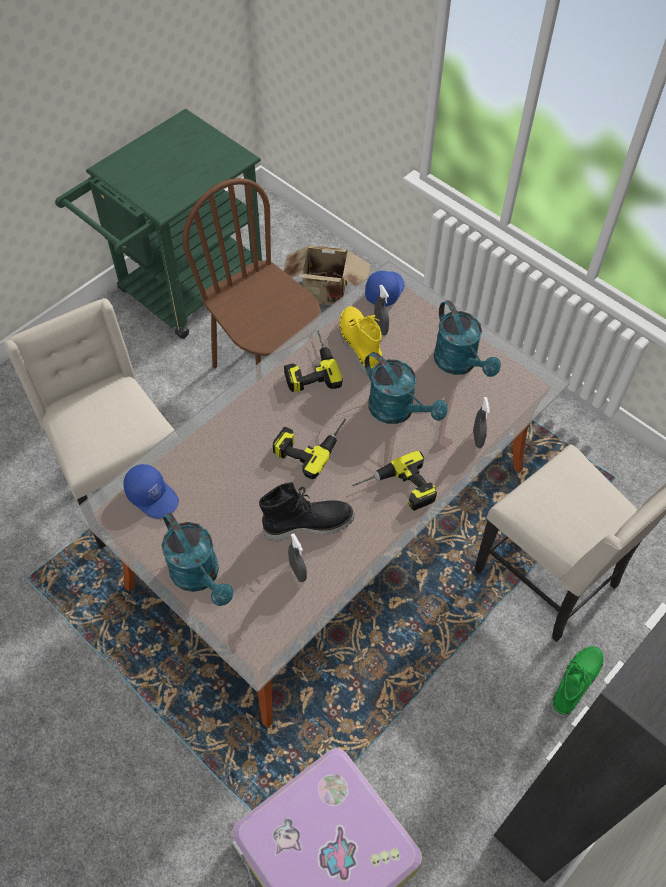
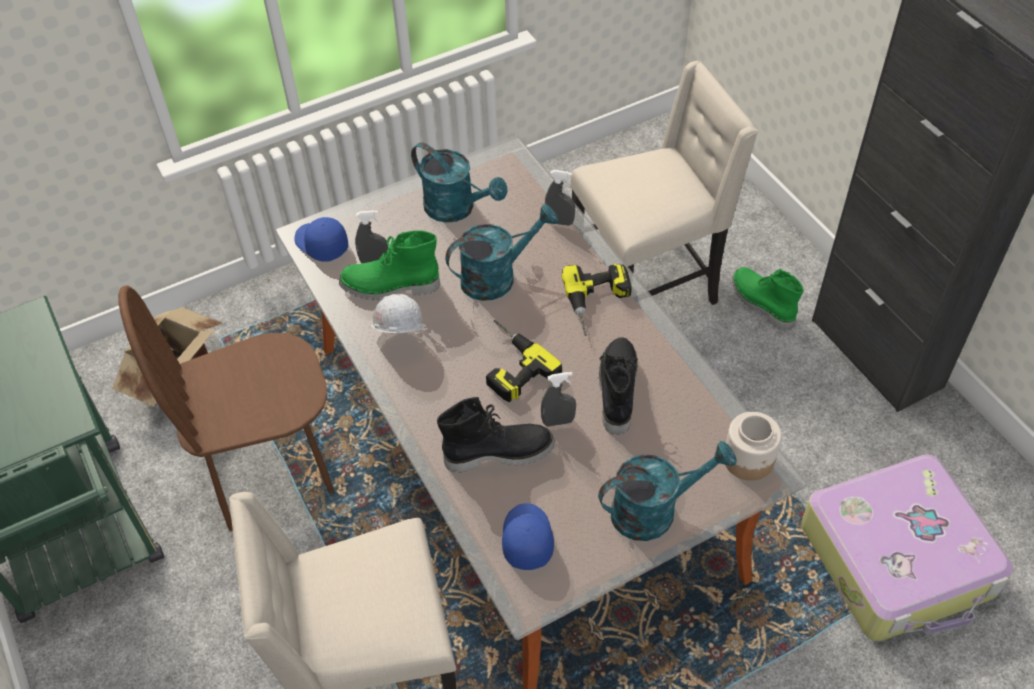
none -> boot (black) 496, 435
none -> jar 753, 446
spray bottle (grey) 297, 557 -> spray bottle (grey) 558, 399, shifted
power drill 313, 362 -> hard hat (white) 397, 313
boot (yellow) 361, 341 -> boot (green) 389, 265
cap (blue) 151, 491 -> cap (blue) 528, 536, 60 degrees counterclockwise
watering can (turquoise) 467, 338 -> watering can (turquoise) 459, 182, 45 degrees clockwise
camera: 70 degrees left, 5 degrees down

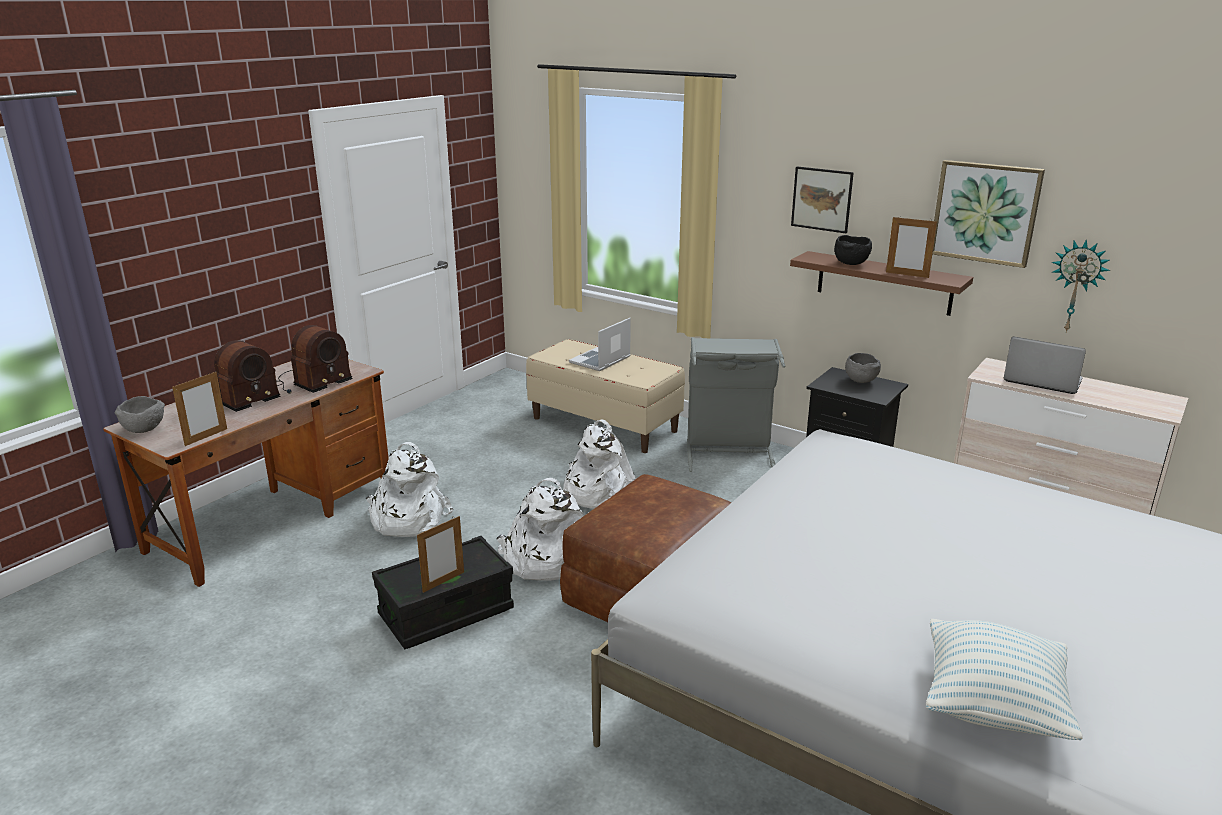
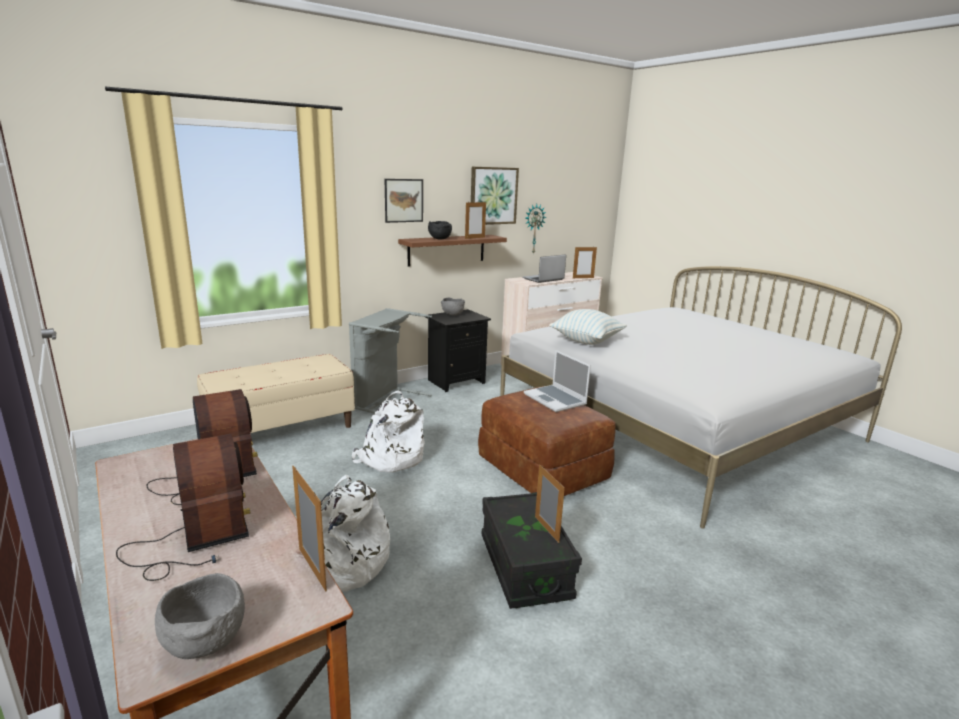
backpack (white) 540, 529 -> none
none -> picture frame 585, 262
laptop 600, 344 -> laptop 557, 381, shifted
pillow 1004, 679 -> pillow 588, 327, shifted
camera: 70 degrees left, 5 degrees down

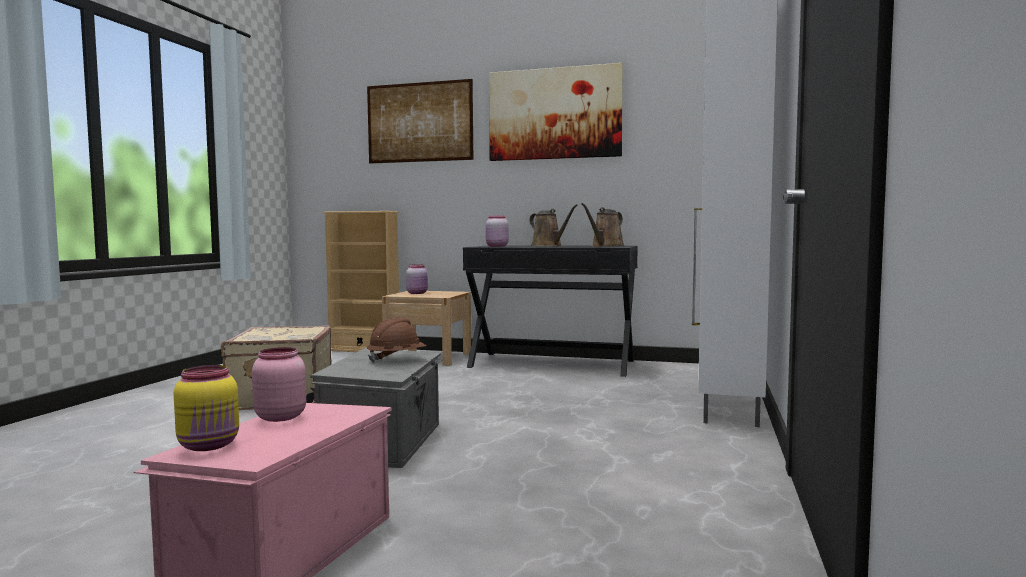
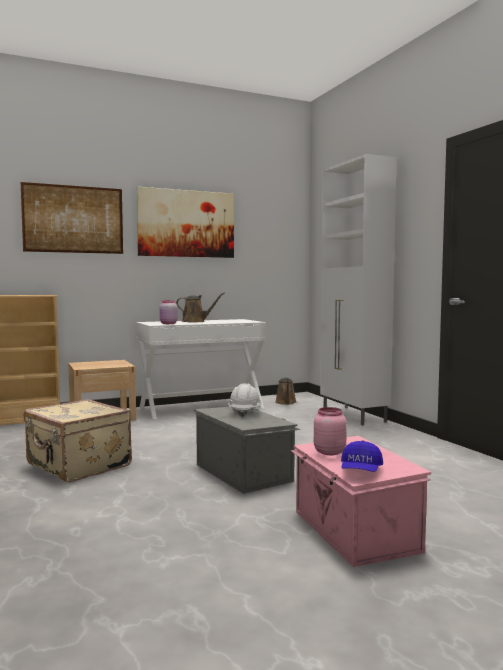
jar (pink) 417, 279 -> none
watering can (brown) 603, 225 -> watering can (brown) 286, 391, shifted
jar (yellow) 206, 408 -> cap (blue) 362, 456
hard hat (brown) 397, 340 -> hard hat (white) 244, 400
desk (black) 550, 311 -> desk (white) 201, 369
camera: 40 degrees left, 0 degrees up

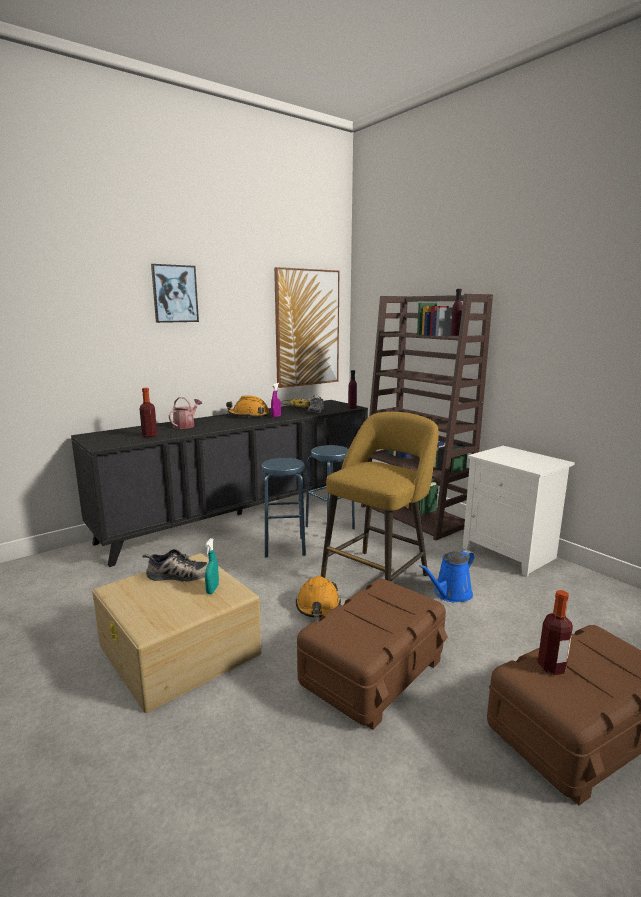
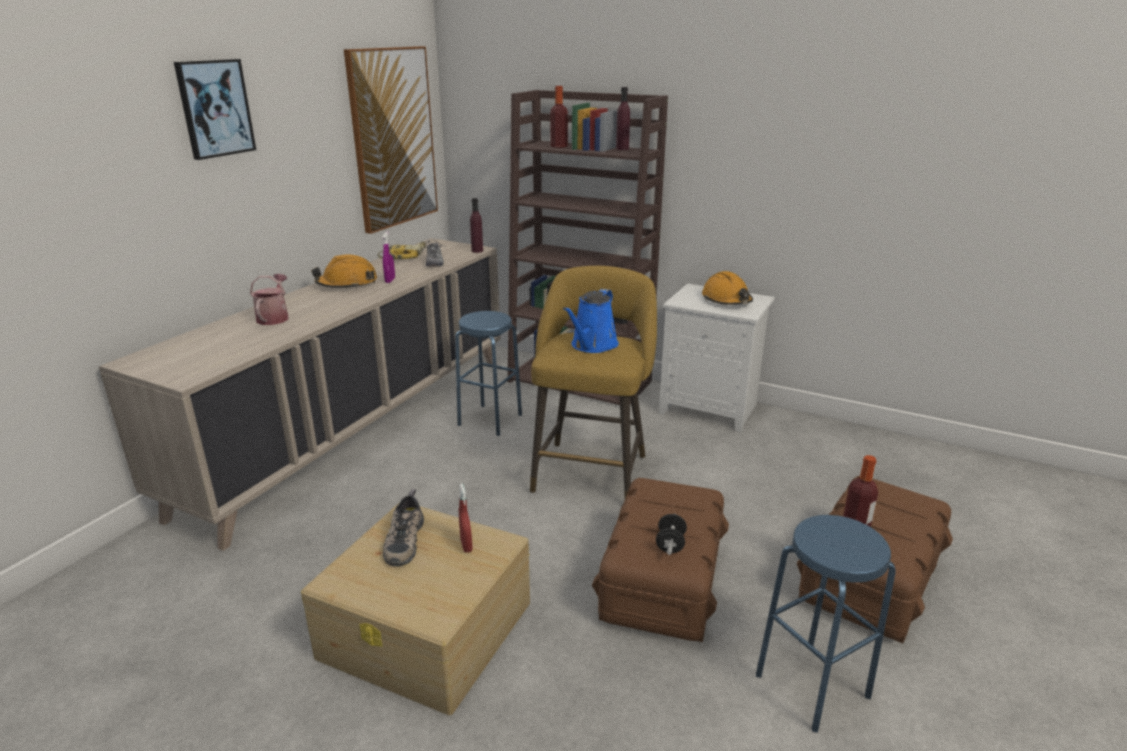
none -> dumbbell (black) 671, 534
bottle 148, 412 -> bottle 559, 117, shifted
stool (blue) 284, 508 -> stool (blue) 826, 624, shifted
hard hat (orange) 318, 597 -> hard hat (orange) 727, 288, shifted
watering can (blue) 447, 576 -> watering can (blue) 591, 321, shifted
cabinet (black) 219, 483 -> cabinet (beige) 300, 394
spray bottle (turquoise) 212, 566 -> spray bottle (red) 466, 518
shoe 175, 565 -> shoe 403, 527, 120 degrees clockwise
camera: 25 degrees left, 10 degrees up

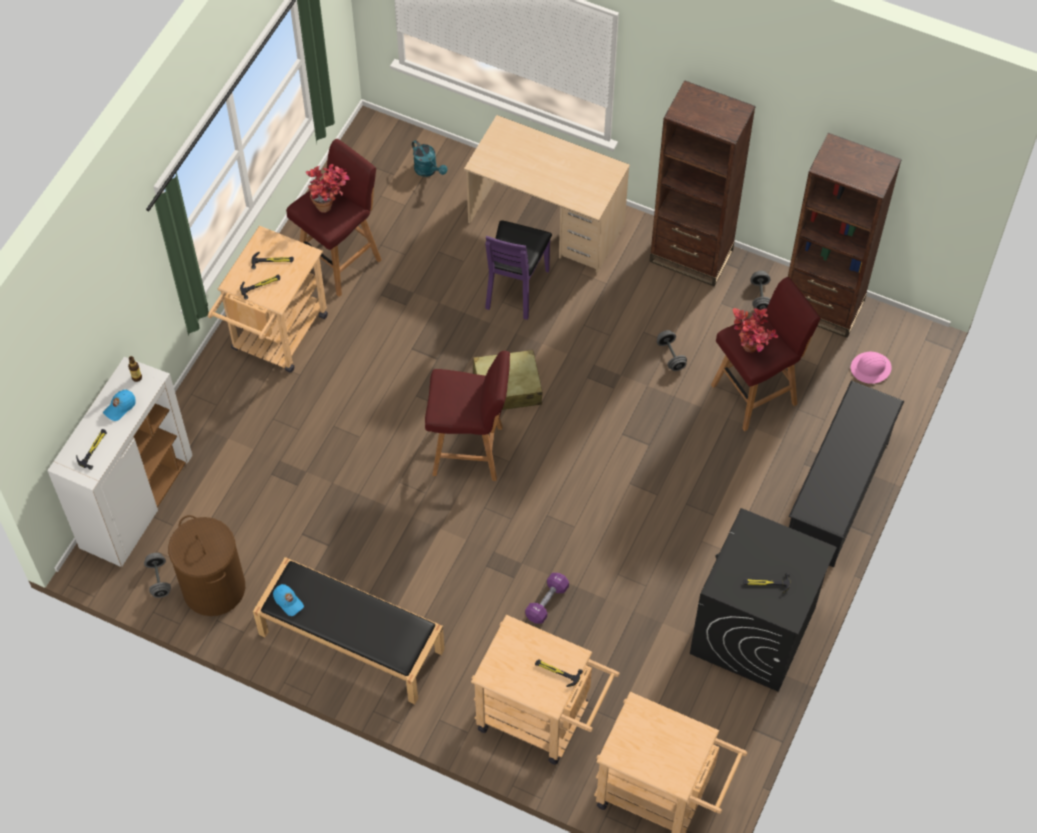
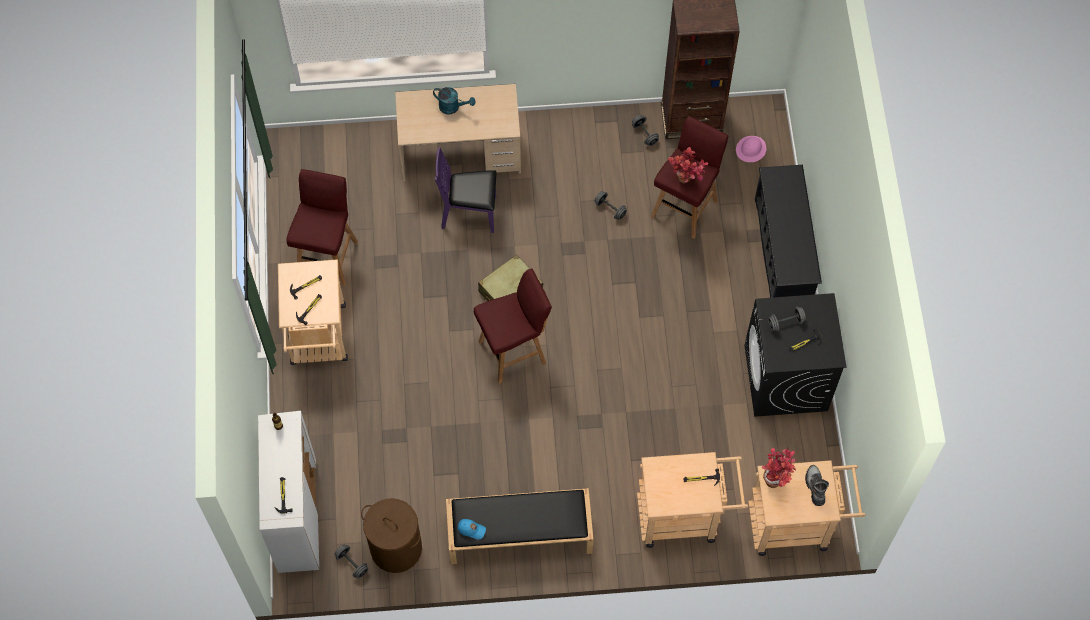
cap (blue) 119, 405 -> none
dumbbell (purple) 547, 598 -> none
bookcase (brown) 702, 183 -> none
none -> dumbbell (grey) 787, 319
none -> boot 817, 485
potted plant 328, 188 -> potted plant 778, 468, shifted
watering can (turquoise) 429, 158 -> watering can (turquoise) 454, 100, shifted
chair (purple) 518, 270 -> chair (purple) 466, 190, 105 degrees clockwise
camera: 30 degrees left, 5 degrees up

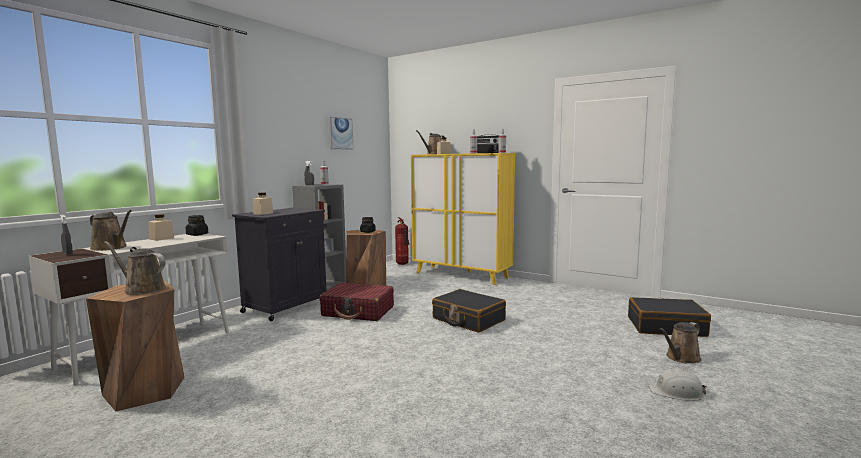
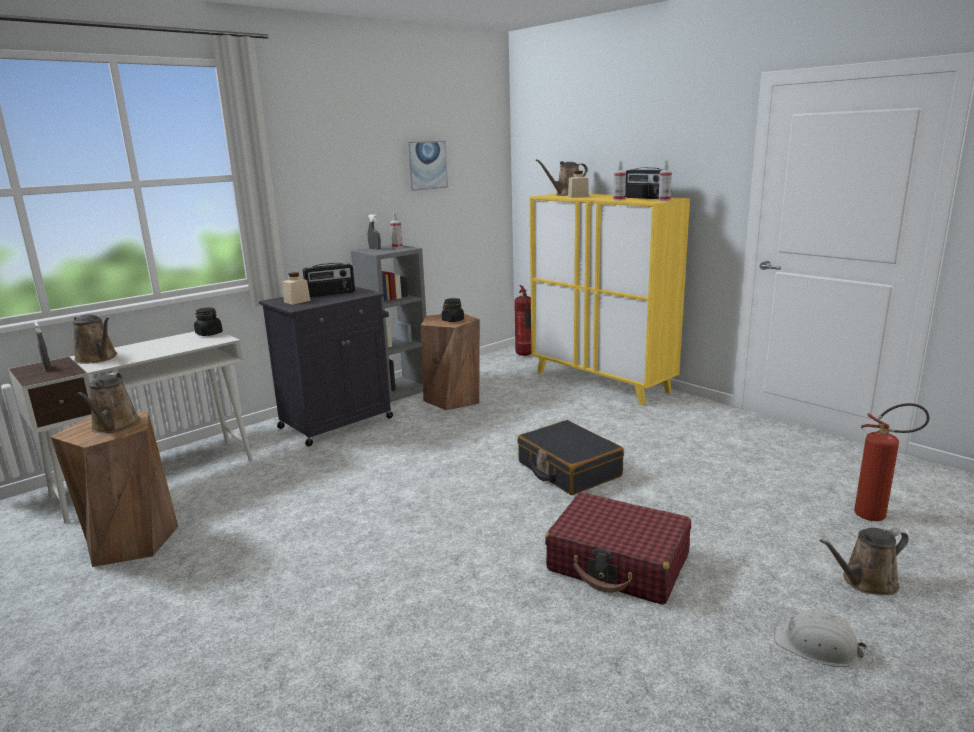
jar (beige) 161, 227 -> none
none -> radio 329, 280
suitcase (red) 357, 302 -> suitcase (red) 618, 548, shifted
suitcase (black) 669, 317 -> fire extinguisher 892, 462
watering can (brown) 135, 268 -> watering can (brown) 108, 402, 135 degrees counterclockwise
camera: 15 degrees right, 10 degrees up

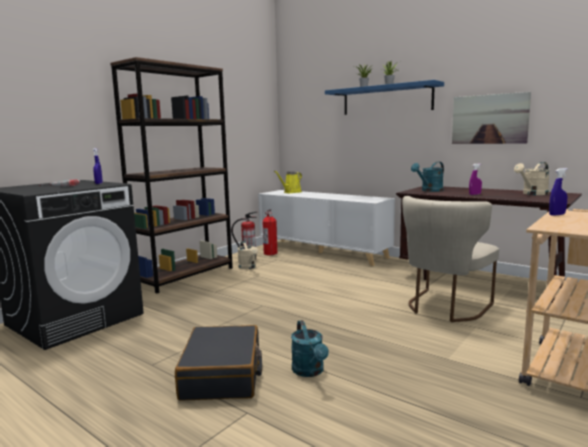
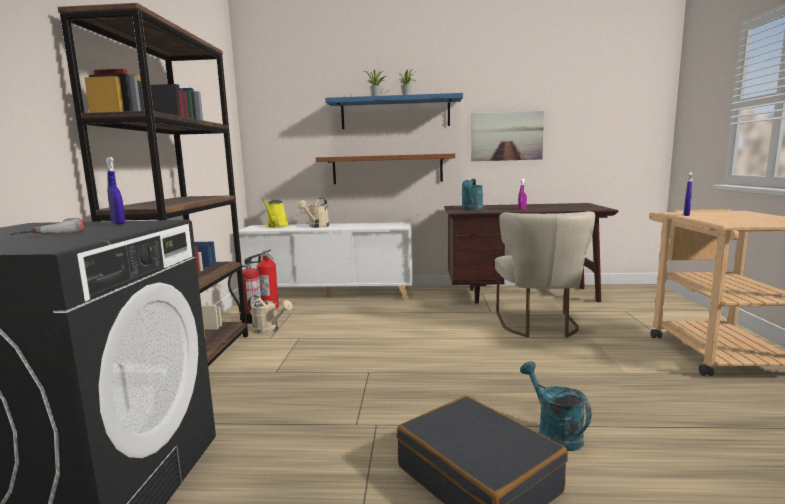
none -> shelf (brown) 385, 169
watering can (beige) 532, 178 -> watering can (beige) 314, 213, shifted
watering can (turquoise) 310, 348 -> watering can (turquoise) 556, 406, 150 degrees counterclockwise
camera: 35 degrees left, 0 degrees up

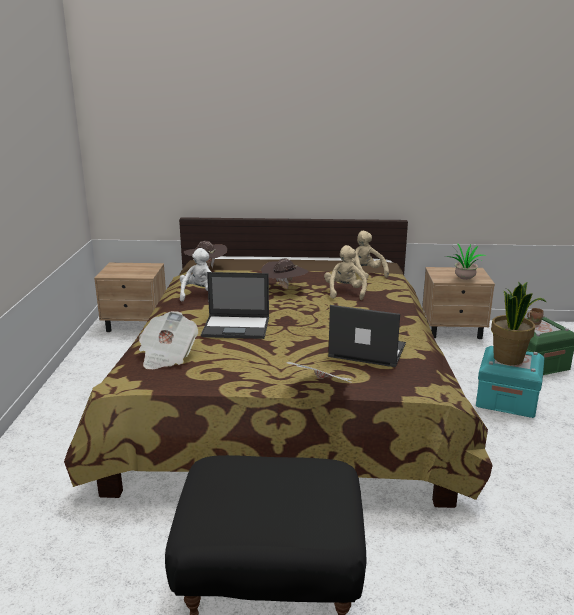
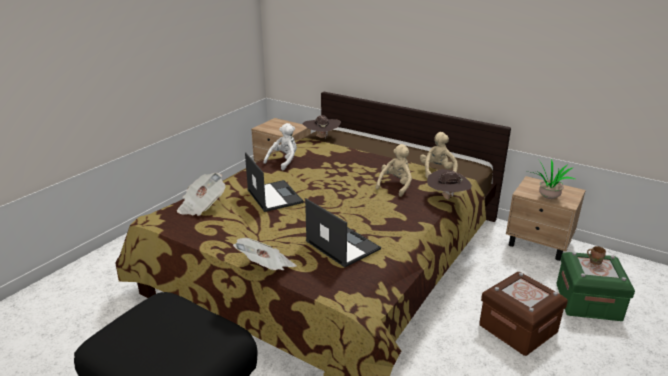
potted plant 518, 323 -> none
hat (brown) 284, 274 -> hat (brown) 449, 184, shifted
storage box (turquoise) 510, 382 -> storage box (brown) 523, 314
laptop 235, 305 -> laptop 274, 182, 150 degrees counterclockwise
camera: 30 degrees right, 5 degrees up

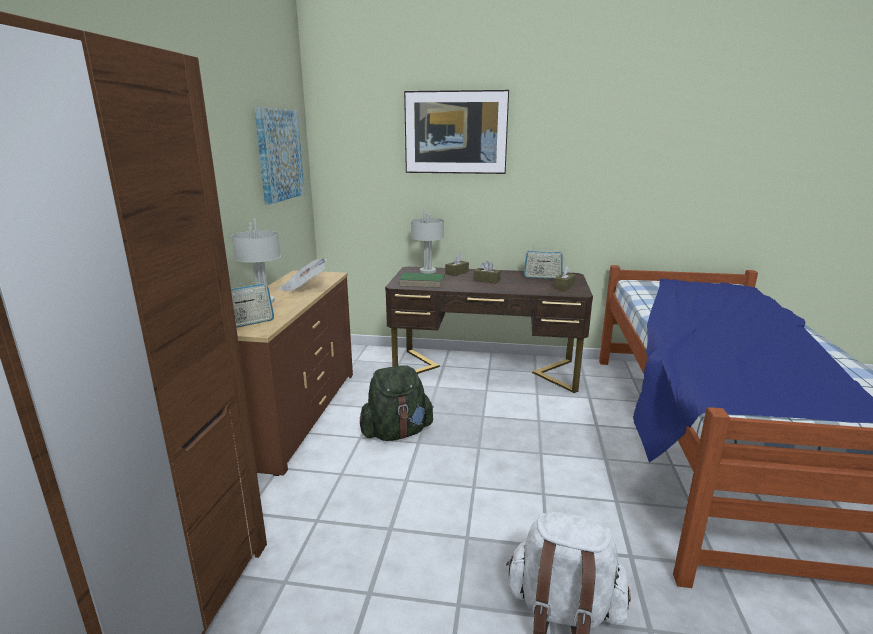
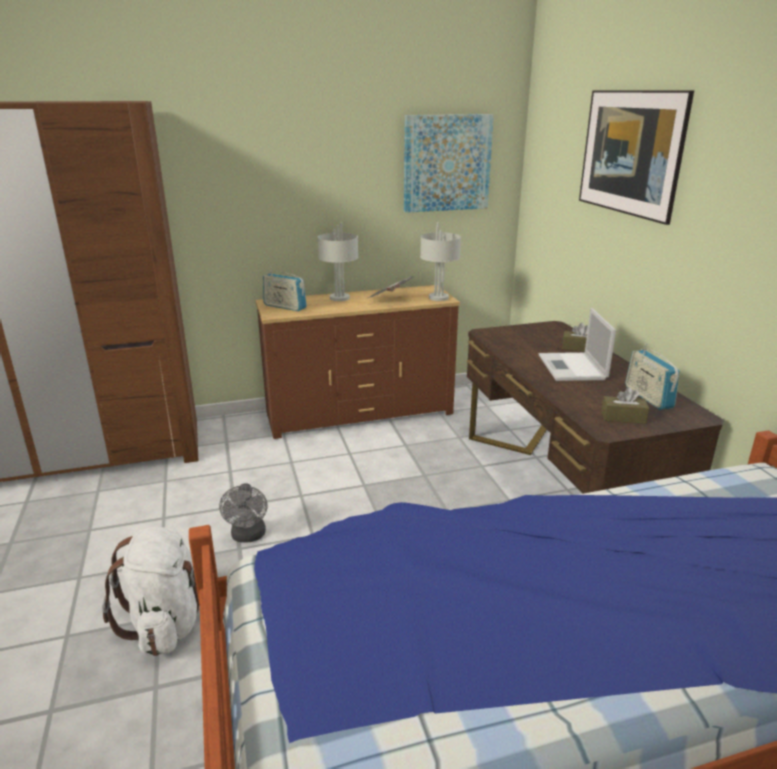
backpack (green) 397, 403 -> none
book (green) 421, 280 -> none
none -> fan (grey) 243, 513
table lamp (grey) 427, 241 -> table lamp (grey) 440, 261, shifted
tissue box (brown) 487, 272 -> laptop 577, 344
camera: 65 degrees right, 5 degrees up

